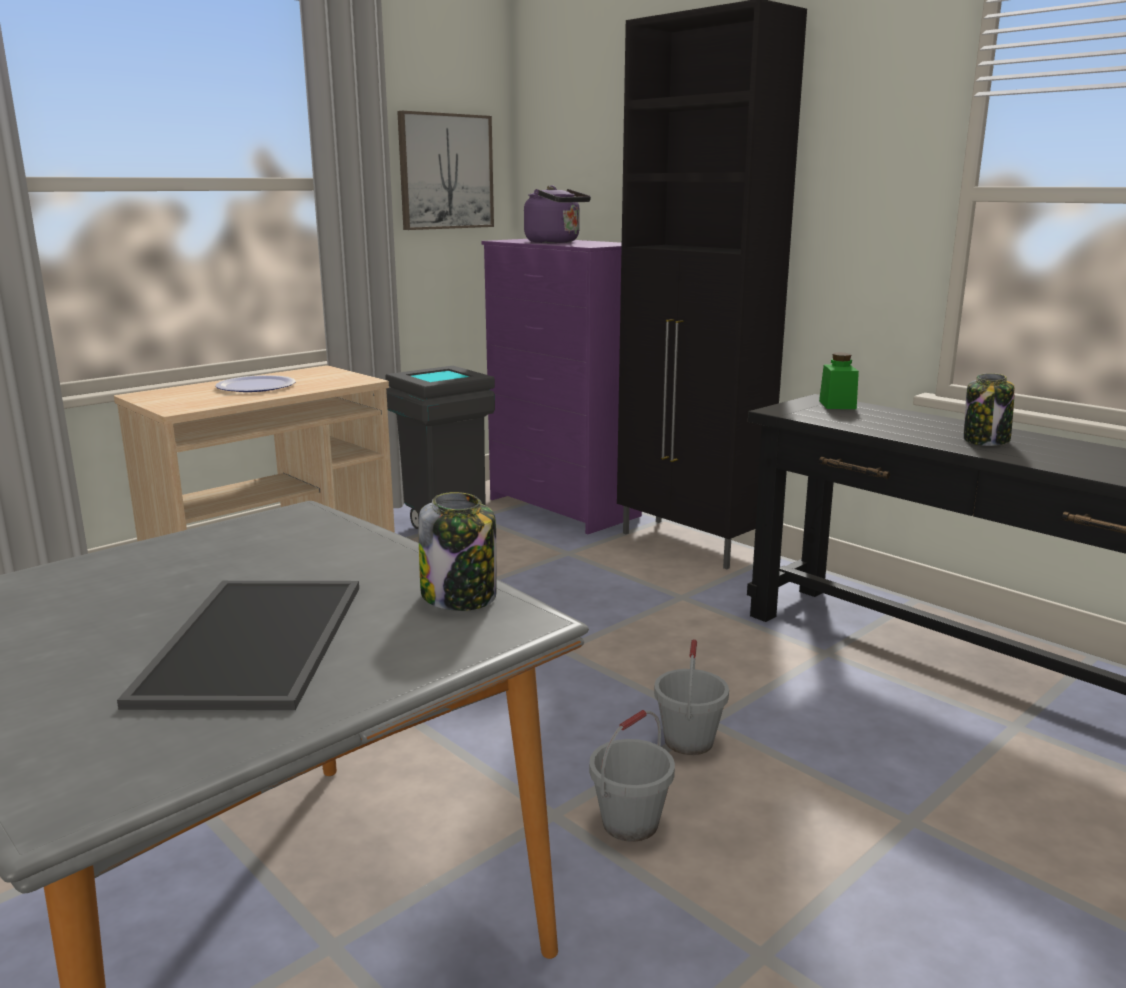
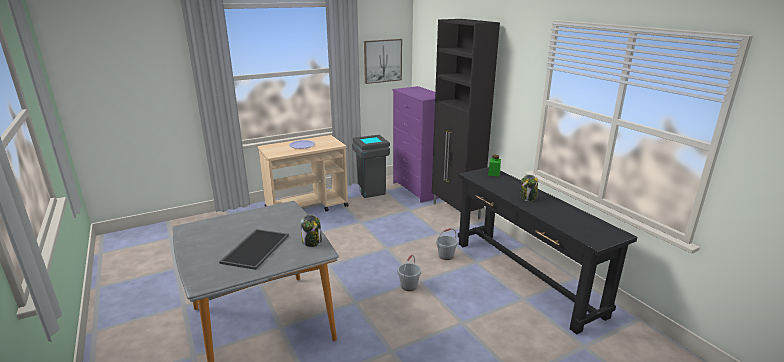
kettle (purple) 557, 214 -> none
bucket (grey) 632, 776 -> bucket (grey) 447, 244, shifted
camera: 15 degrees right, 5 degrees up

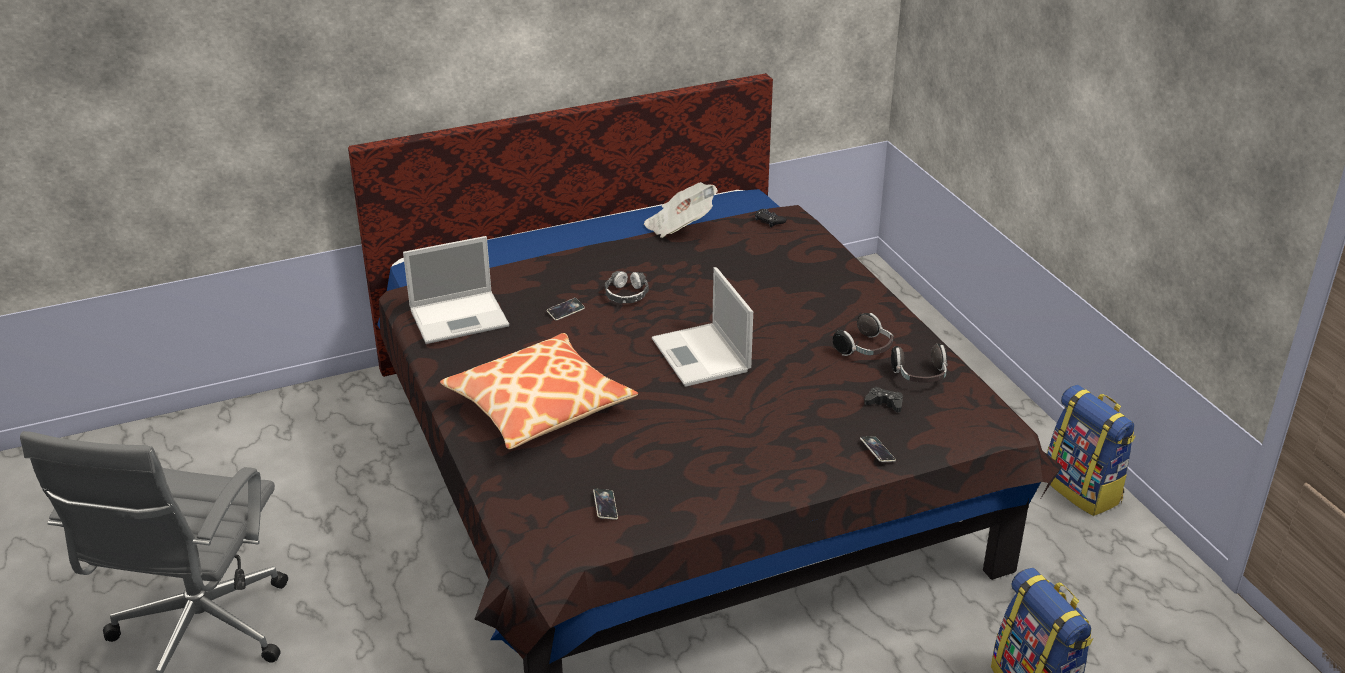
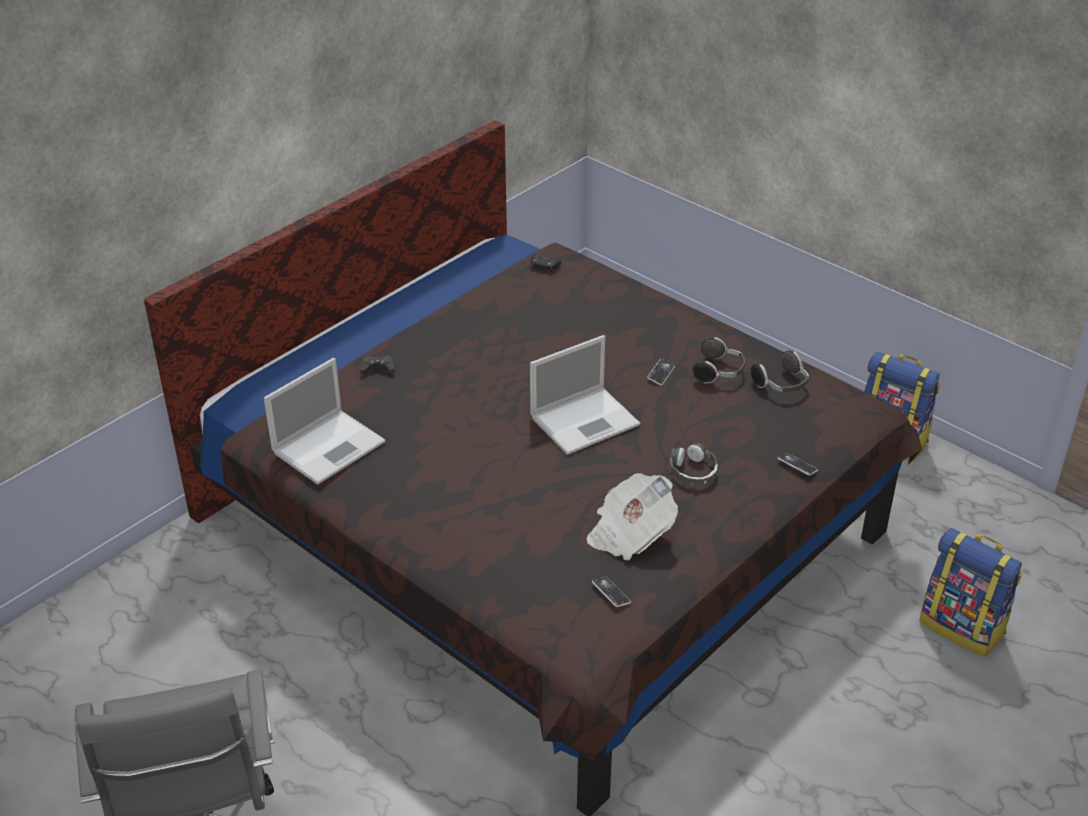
pillow 539, 391 -> none
phone 566, 309 -> phone 661, 371, shifted
headphones 627, 287 -> headphones 694, 464, shifted
newspaper 681, 210 -> newspaper 632, 516, shifted
game controller (black) 883, 399 -> game controller (black) 377, 365, shifted
laptop 702, 327 -> laptop 585, 395, 75 degrees counterclockwise
camera: 25 degrees left, 5 degrees up

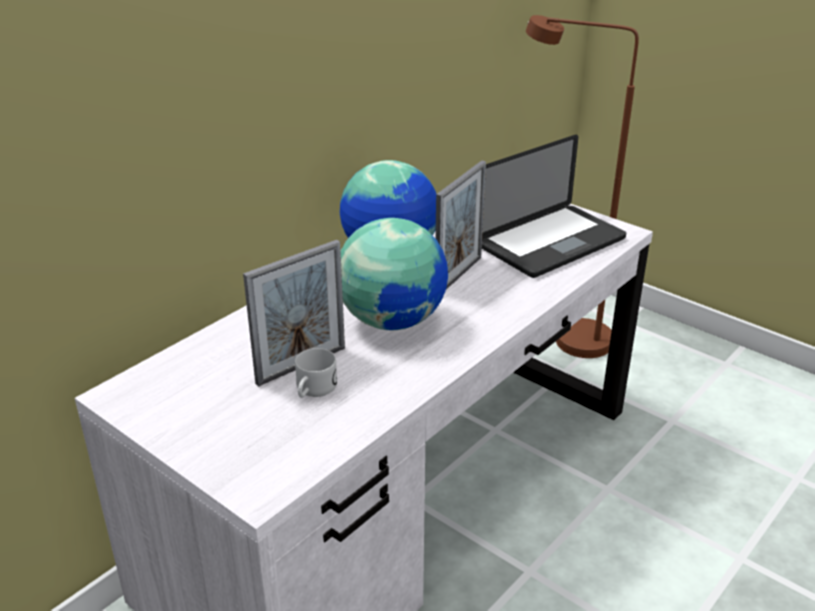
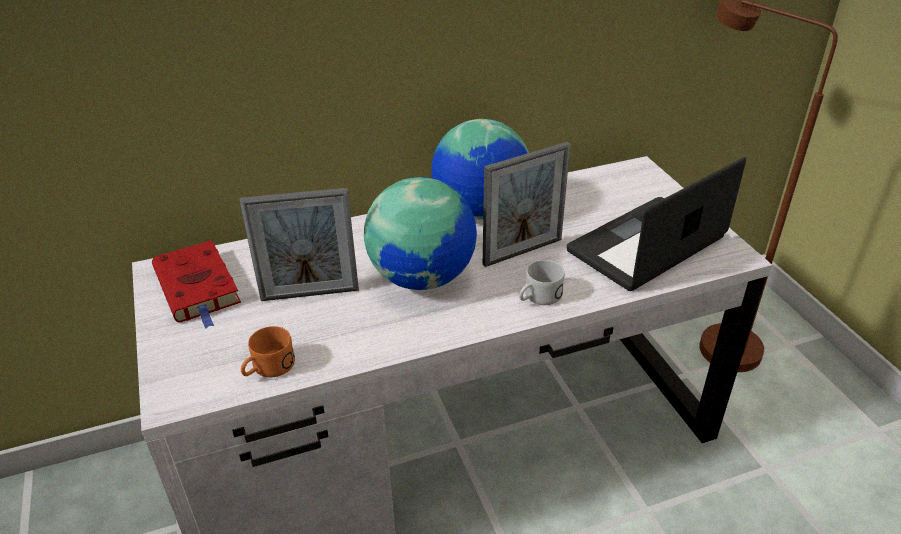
none -> book (red) 196, 284
none -> mug (orange) 268, 351
mug (white) 316, 373 -> mug (white) 542, 282, shifted
laptop 554, 206 -> laptop 656, 224, 150 degrees clockwise
camera: 30 degrees right, 5 degrees up

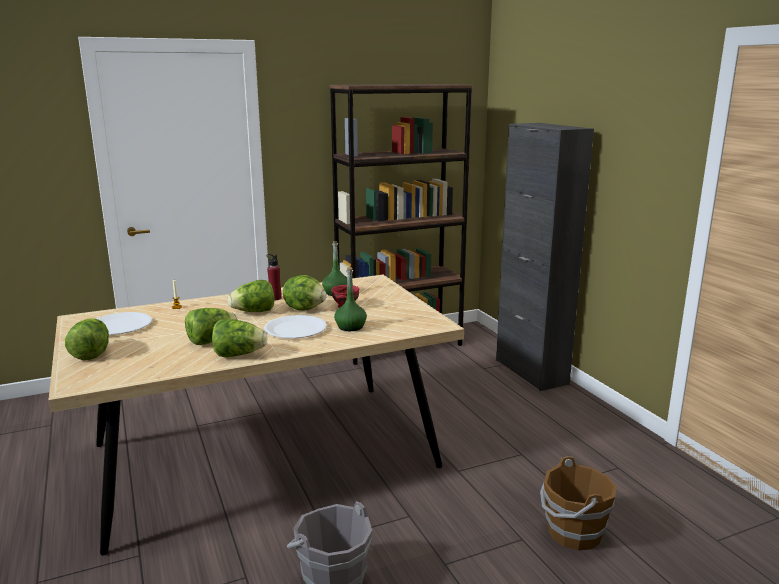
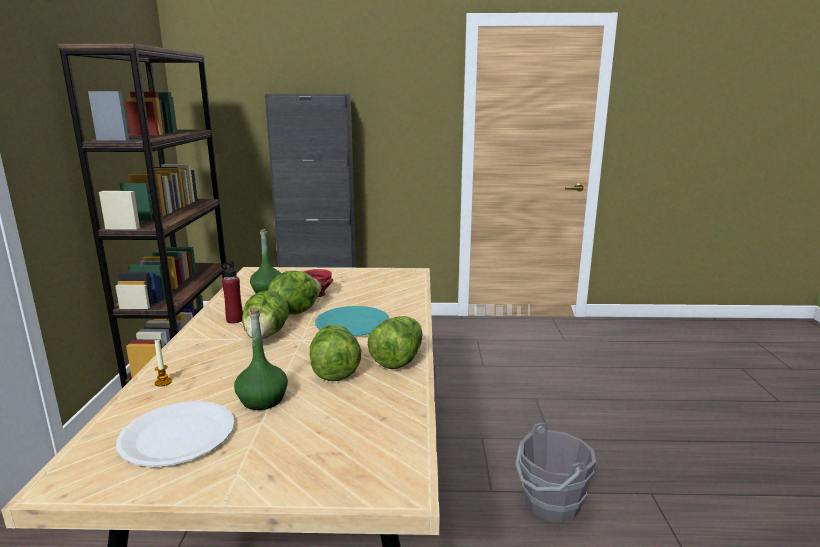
lettuce 87, 339 -> none
bucket (brown) 578, 503 -> none
bottle (green) 350, 299 -> bottle (green) 261, 358, shifted
plate (white) 295, 327 -> plate (turquoise) 352, 321
camera: 65 degrees left, 0 degrees up

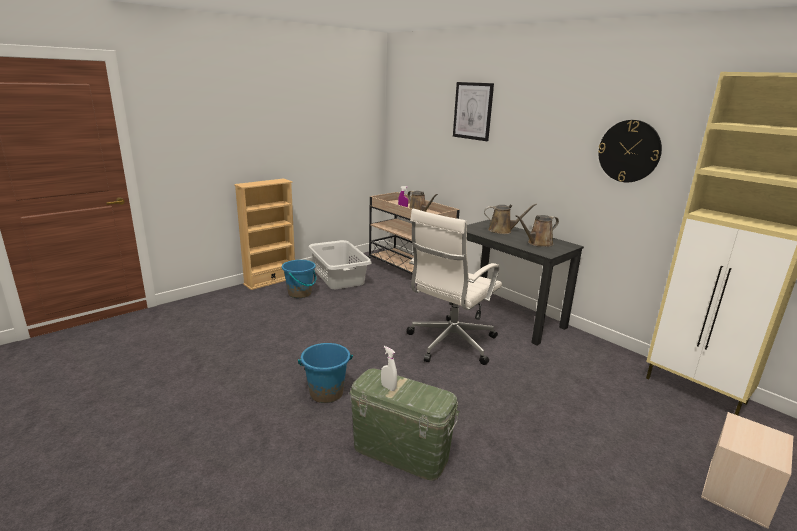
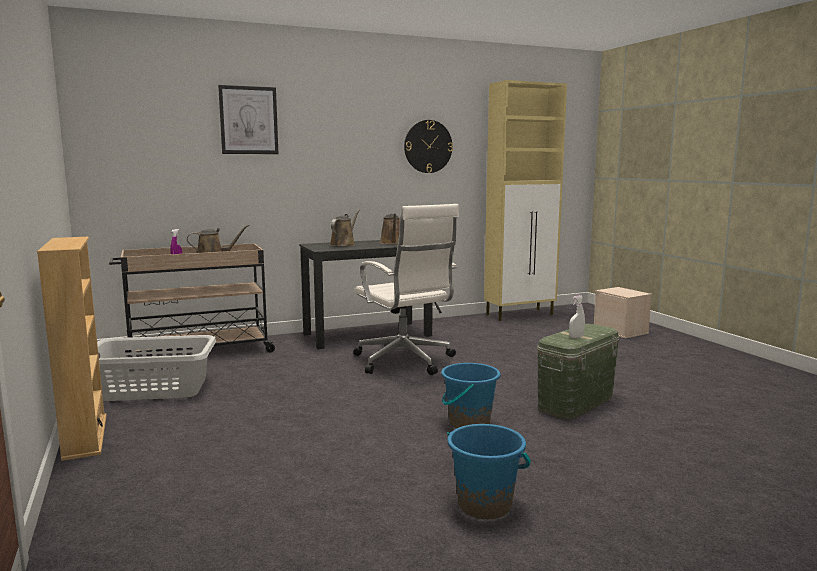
bucket (blue) 299, 279 -> bucket (blue) 489, 471, shifted
camera: 70 degrees left, 10 degrees down

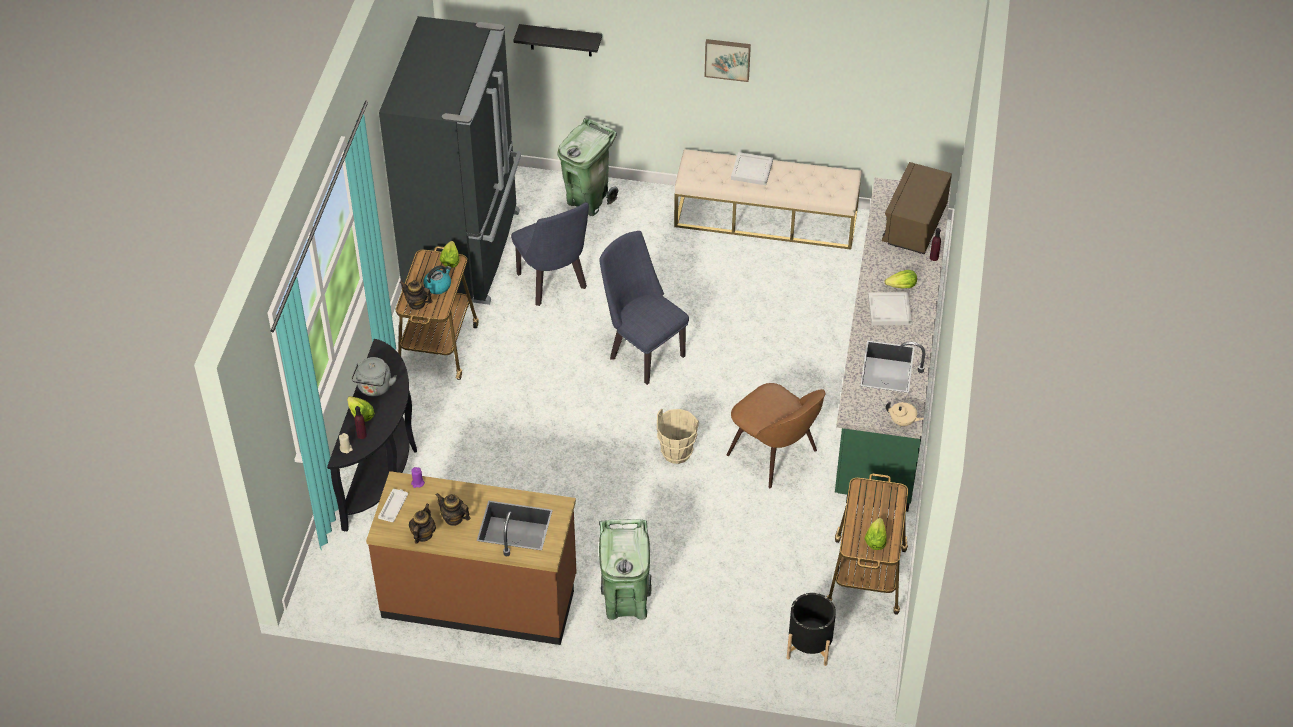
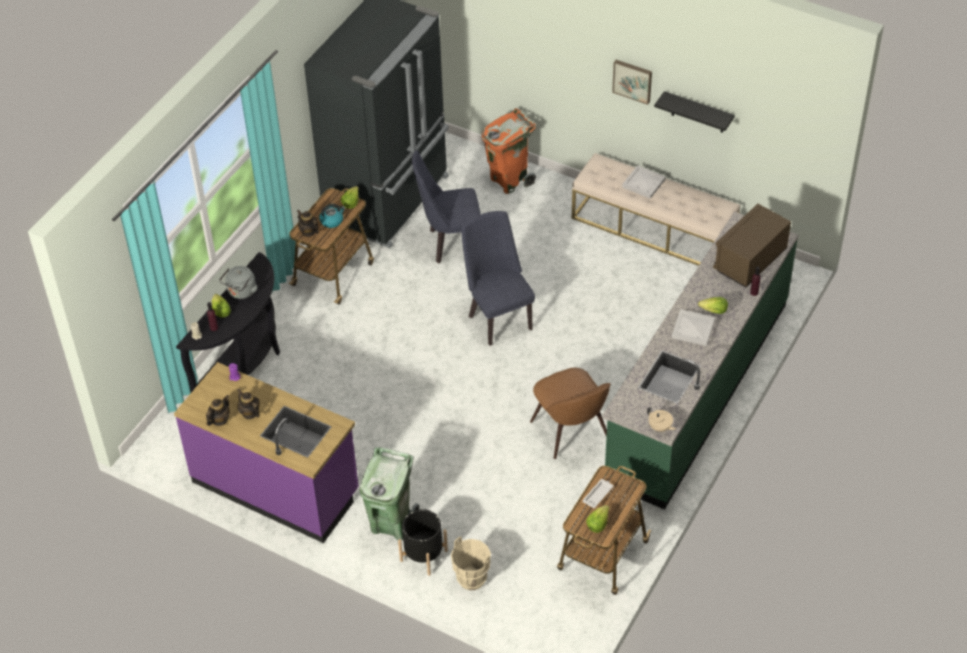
tray (white) 393, 505 -> tray (white) 597, 493, shifted
shelf (black) 558, 40 -> shelf (black) 694, 112, shifted
bucket (beige) 678, 436 -> bucket (beige) 471, 563, shifted
planter (black) 811, 629 -> planter (black) 423, 542, shifted
counter (brown) 471, 558 -> counter (purple) 266, 452
trash can (green) 588, 167 -> trash can (orange) 509, 151
chair (blue) 550, 254 -> chair (blue) 446, 206, 90 degrees clockwise
camera: 20 degrees right, 0 degrees up

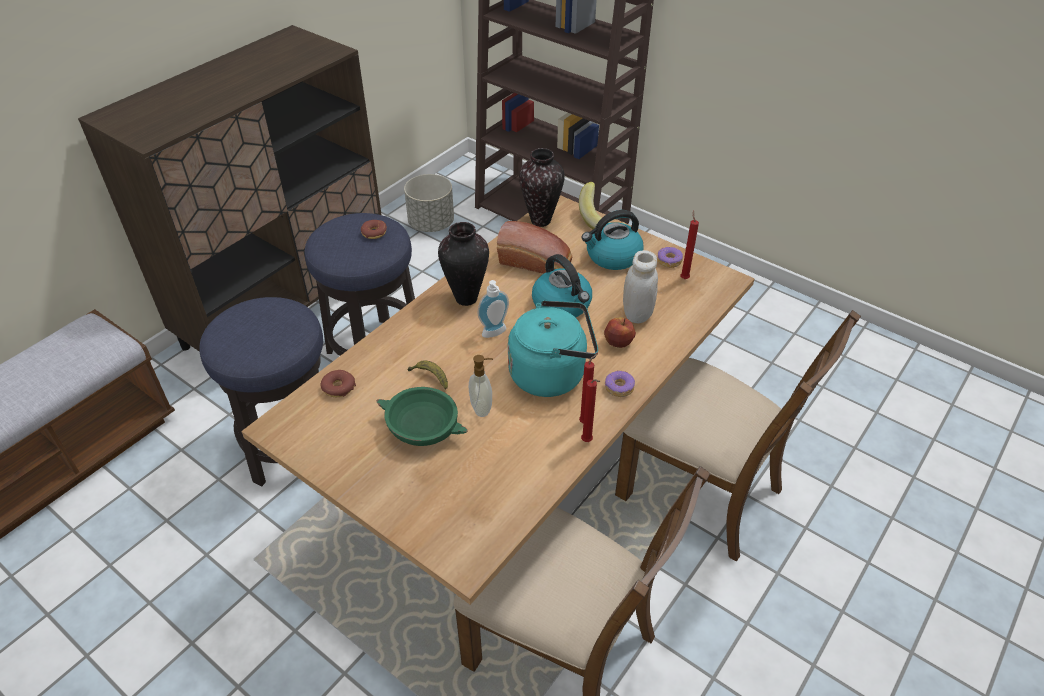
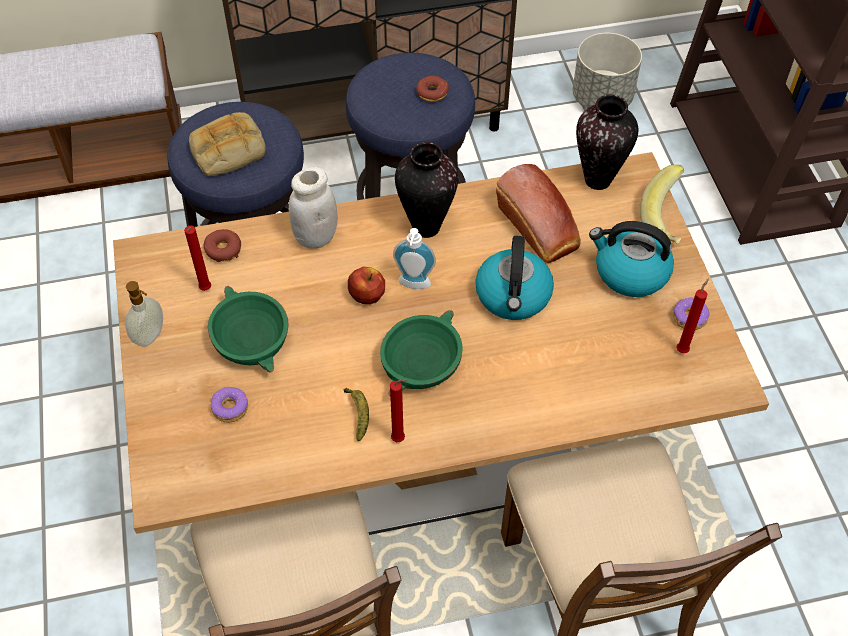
none -> bread 227, 144
banana 427, 374 -> banana 356, 414, shifted
soap dispenser 481, 386 -> soap dispenser 144, 314, shifted
candle (red) 591, 410 -> candle (red) 197, 258, shifted
apple 620, 332 -> apple 366, 285, shifted
donut 620, 383 -> donut 229, 405, shifted
jar (white) 640, 286 -> jar (white) 313, 208, shifted
kettle (turquoise) 553, 348 -> bowl (green) 421, 353
camera: 40 degrees right, 10 degrees up

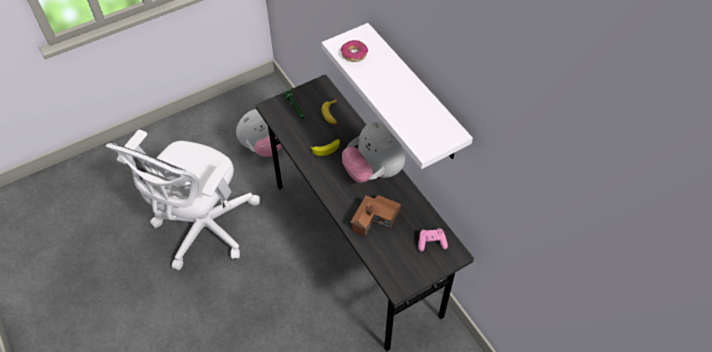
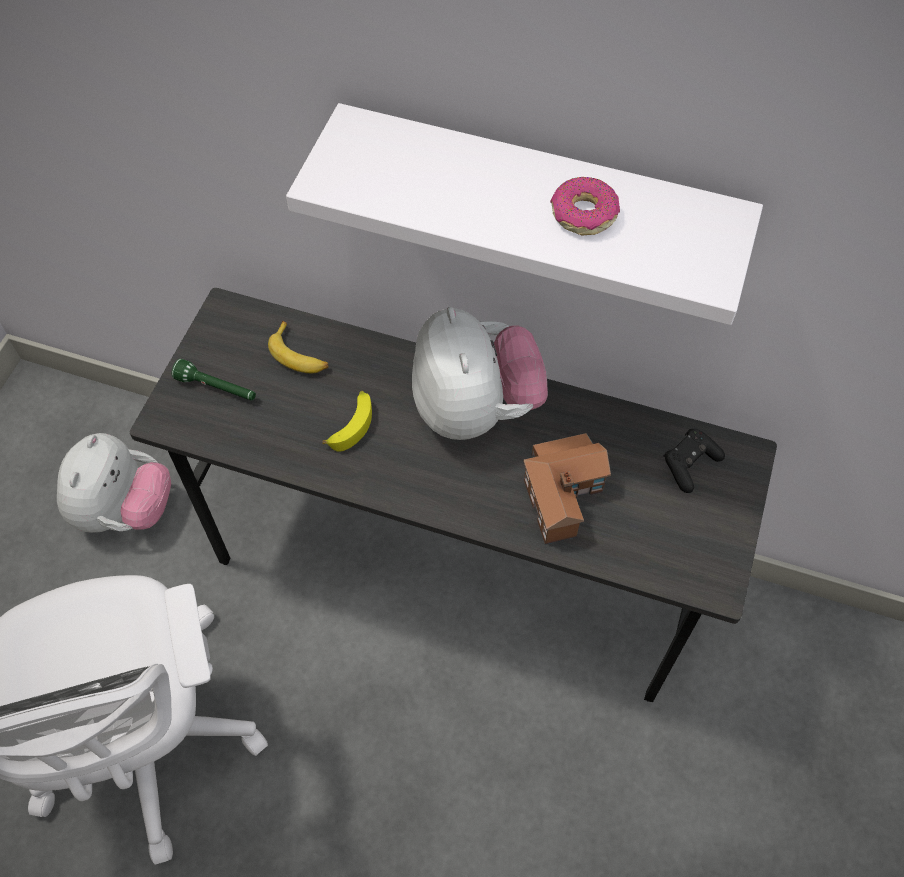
donut 354, 51 -> donut 585, 206, shifted
game controller (pink) 433, 239 -> game controller (black) 694, 461
plush toy 373, 152 -> plush toy 480, 373, 120 degrees counterclockwise
camera: 40 degrees left, 5 degrees up

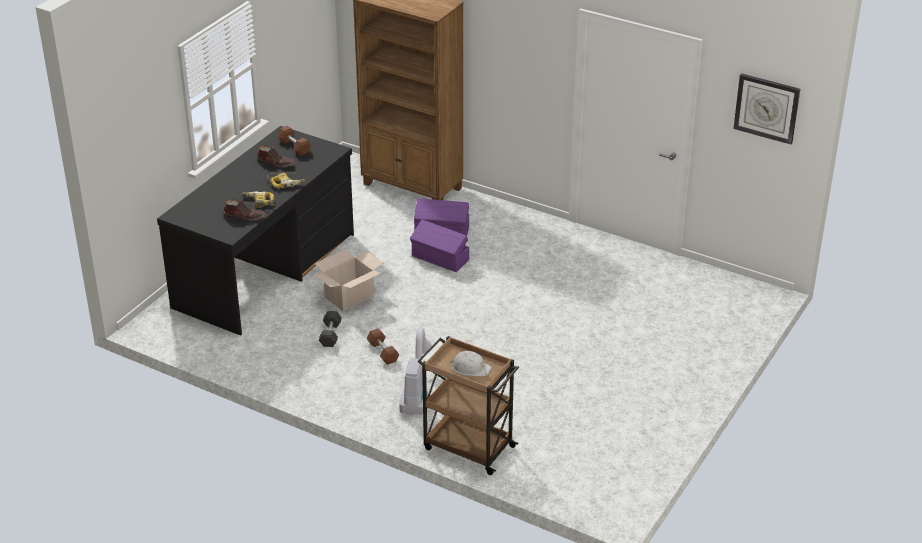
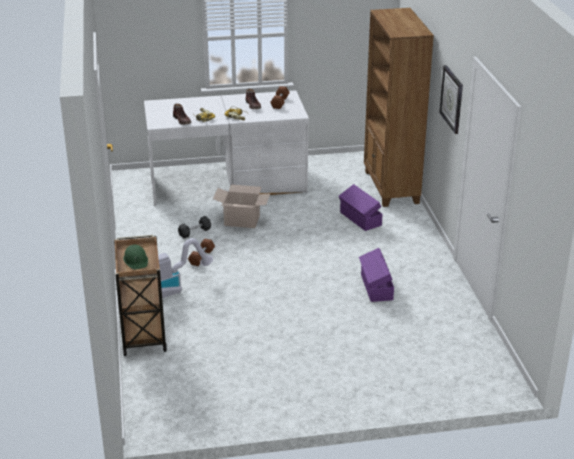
storage box (purple) 439, 246 -> storage box (purple) 376, 275, shifted
wall clock 766, 109 -> wall clock 451, 99, shifted
desk (black) 255, 231 -> desk (white) 226, 148
hard hat (white) 470, 363 -> hard hat (green) 135, 256
camera: 50 degrees right, 5 degrees down

